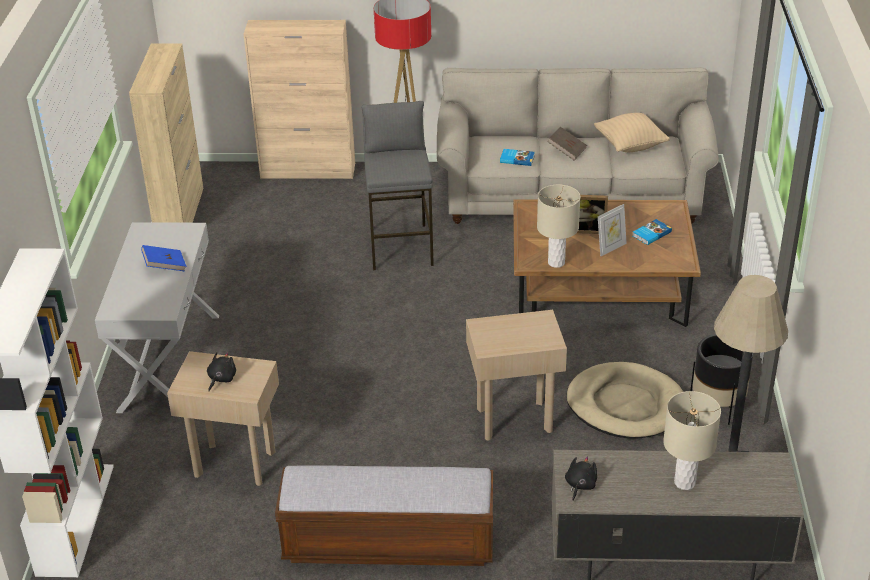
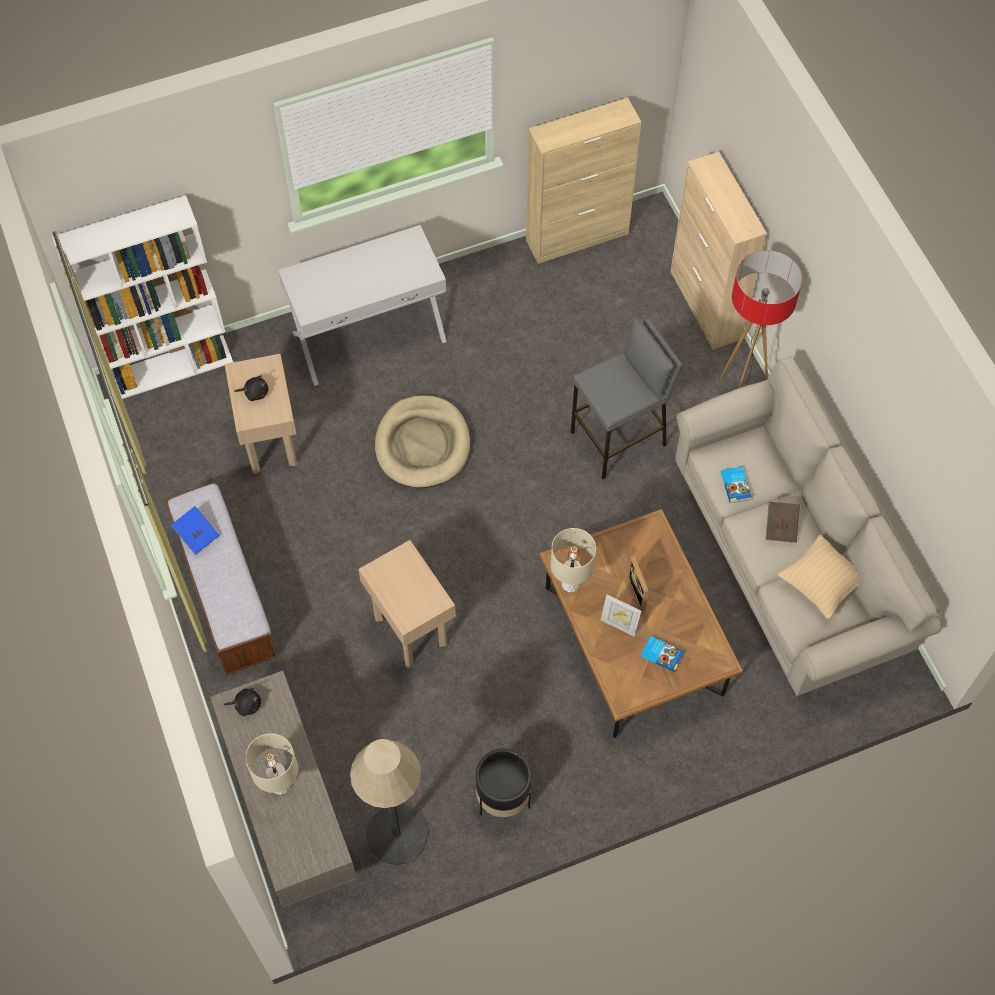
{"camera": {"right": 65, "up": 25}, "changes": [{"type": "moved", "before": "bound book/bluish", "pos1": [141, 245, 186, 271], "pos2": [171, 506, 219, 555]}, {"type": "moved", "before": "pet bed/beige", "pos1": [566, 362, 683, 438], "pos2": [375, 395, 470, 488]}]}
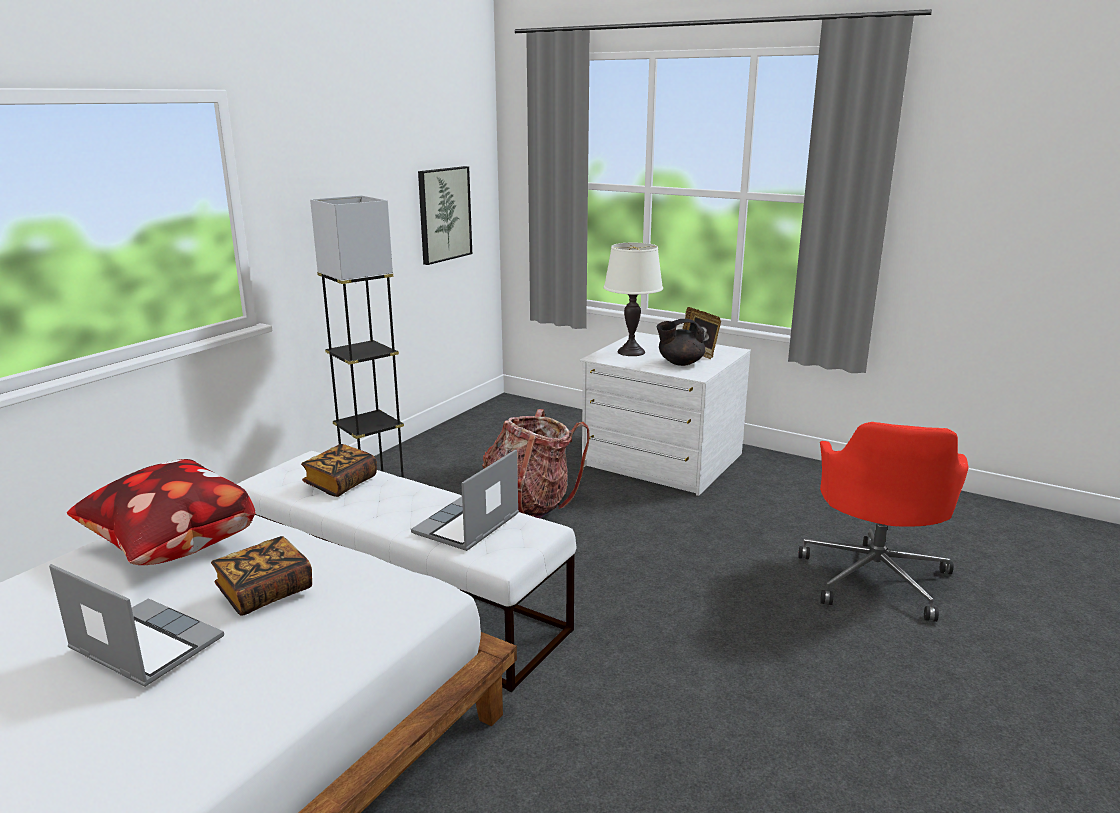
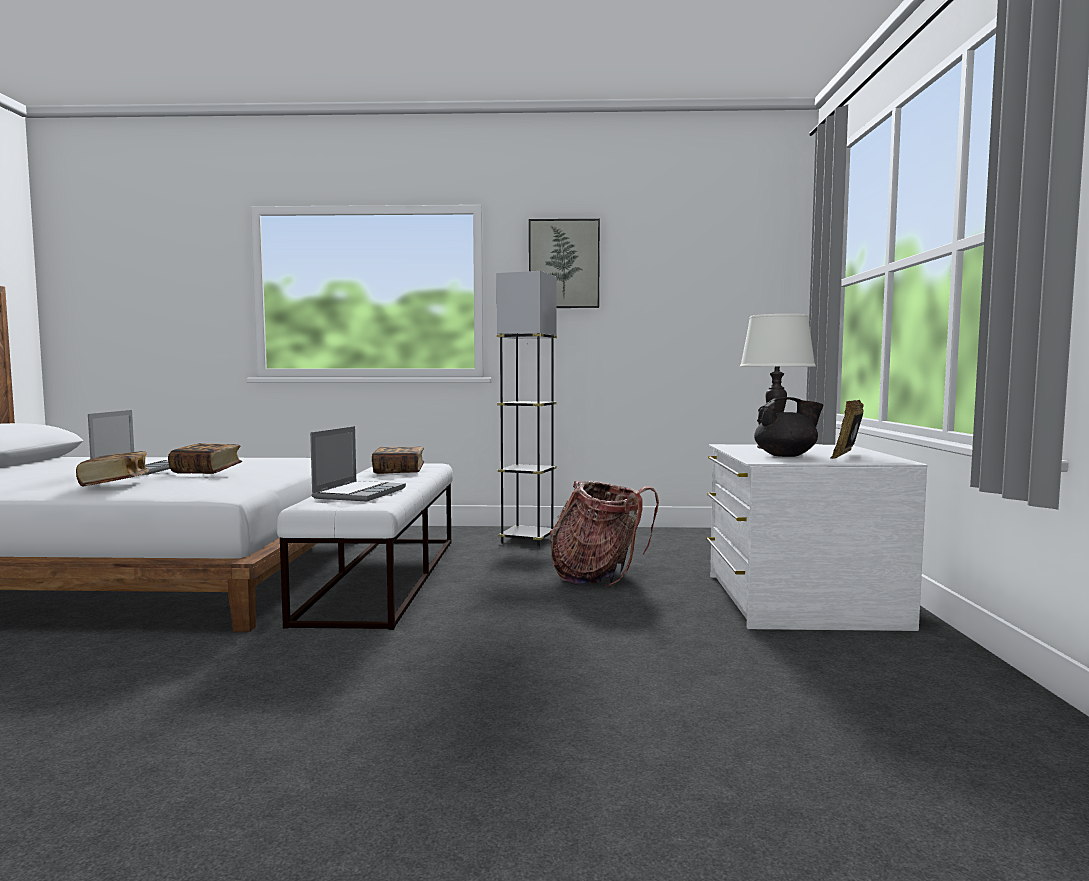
{"camera": {"right": 60, "up": -15}, "changes": [{"type": "moved", "before": "wall picture", "pos1": [418, 166, 472, 265], "pos2": [529, 219, 600, 308]}, {"type": "turned", "before": "teapot/black", "pos1": [657, 319, 705, 366], "pos2": [754, 397, 824, 457], "turn": 135}, {"type": "removed", "before": "computer chair/red", "pos1": [798, 422, 969, 622]}, {"type": "turned", "before": "portable computer", "pos1": [411, 449, 519, 551], "pos2": [310, 426, 406, 501], "turn": 105}, {"type": "removed", "before": "pillow", "pos1": [67, 459, 255, 565]}, {"type": "added", "after": "bound book", "pos2": [76, 451, 149, 486]}]}
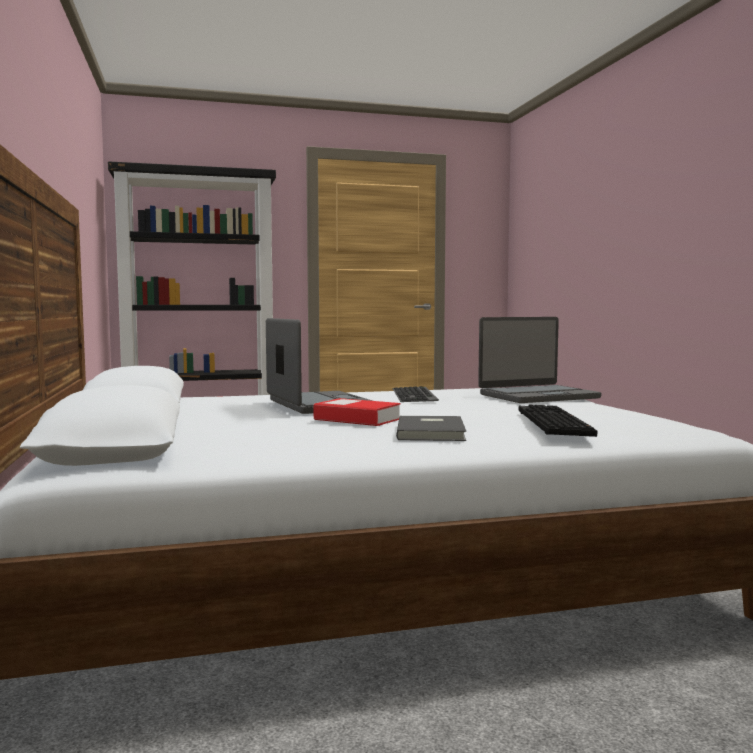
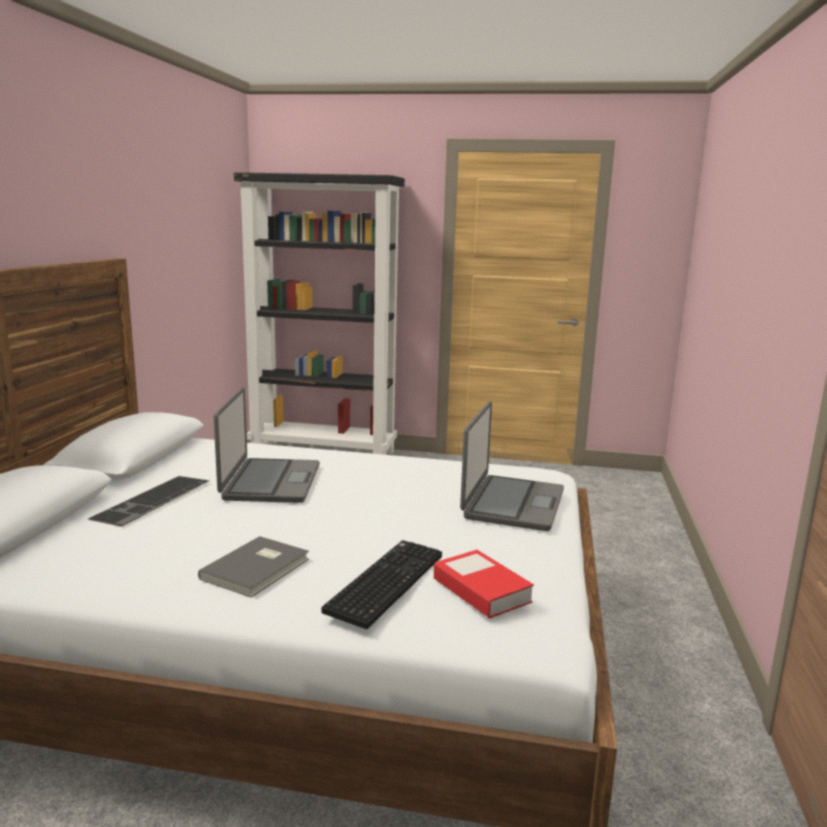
{"camera": {"right": 25, "up": 10}, "changes": [{"type": "turned", "before": "portable computer", "pos1": [478, 317, 601, 403], "pos2": [460, 401, 564, 531], "turn": -75}, {"type": "moved", "before": "computer keyboard", "pos1": [392, 386, 439, 402], "pos2": [88, 476, 210, 527]}, {"type": "moved", "before": "bound book", "pos1": [314, 398, 400, 426], "pos2": [434, 550, 534, 619]}]}
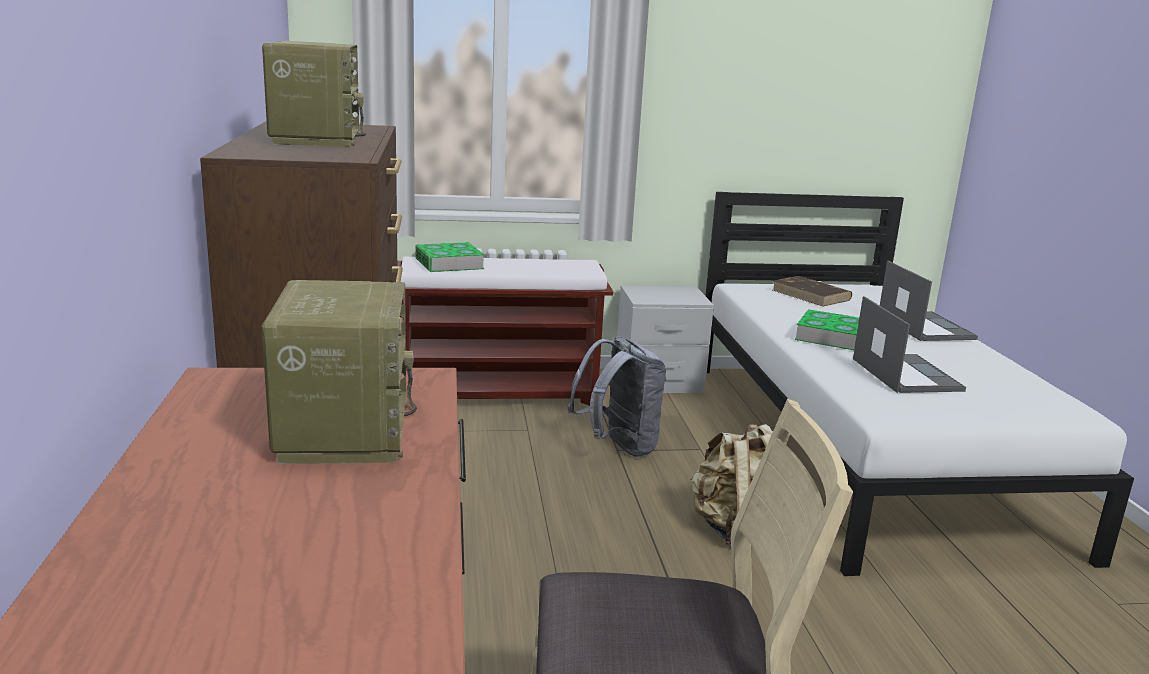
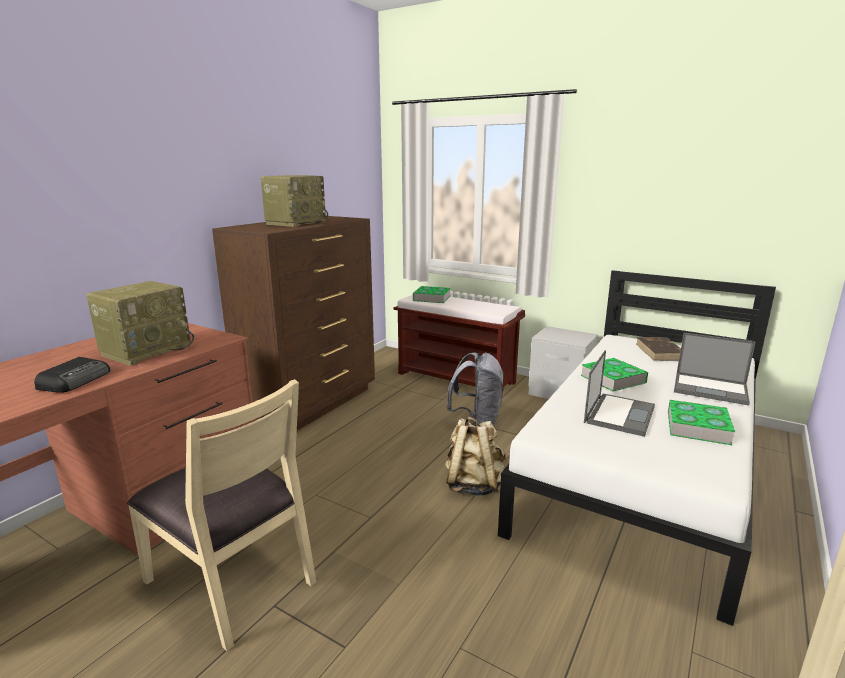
{"camera": {"right": 40, "up": 0}, "changes": [{"type": "turned", "before": "portable computer", "pos1": [880, 261, 978, 341], "pos2": [674, 333, 755, 405], "turn": 90}, {"type": "added", "after": "radio receiver", "pos2": [34, 357, 111, 393]}, {"type": "added", "after": "bound book", "pos2": [668, 400, 735, 445]}]}
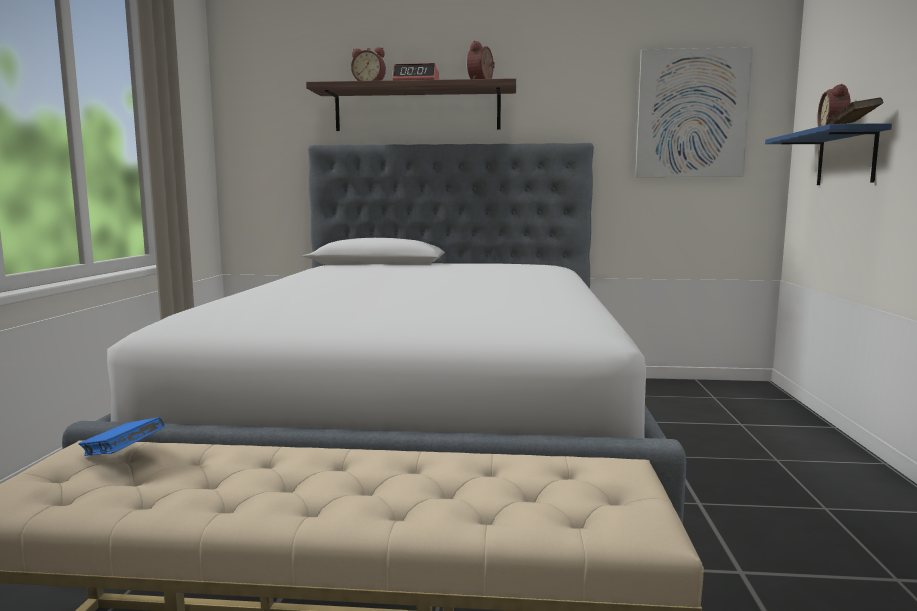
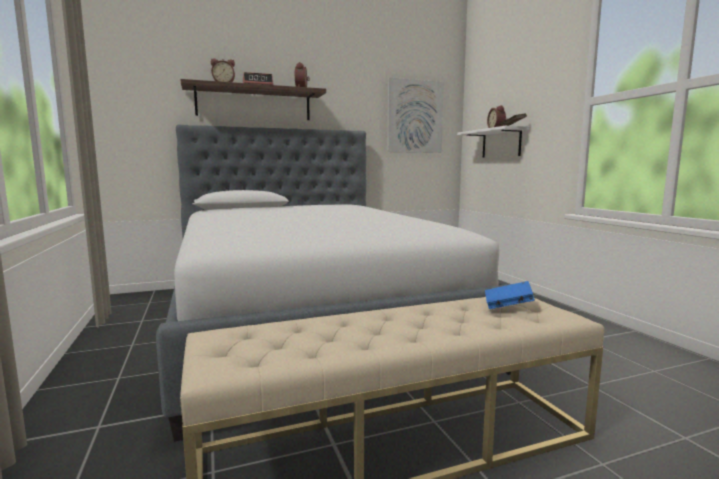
{"camera": {"right": -25, "up": 0}, "changes": [{"type": "recoloured", "before": "bracket shelf/bluish", "after": "bracket shelf/whitish", "pos1": [765, 123, 892, 185], "pos2": [457, 126, 530, 158]}, {"type": "moved", "before": "bound book/bluish", "pos1": [79, 417, 165, 456], "pos2": [485, 281, 535, 309]}]}
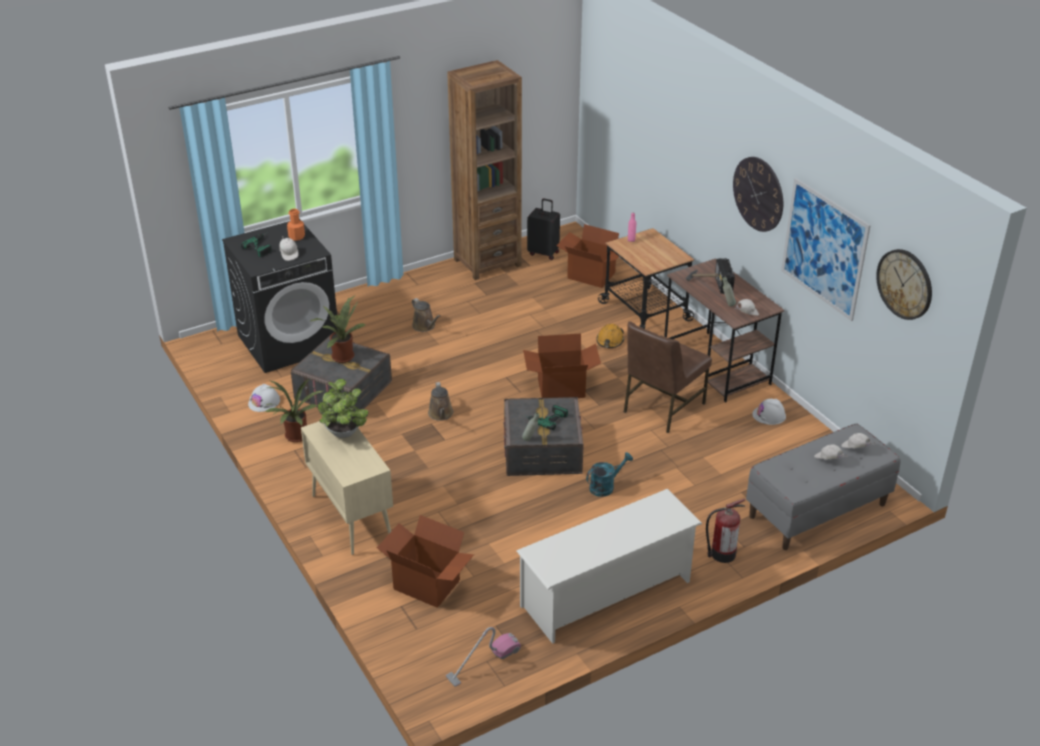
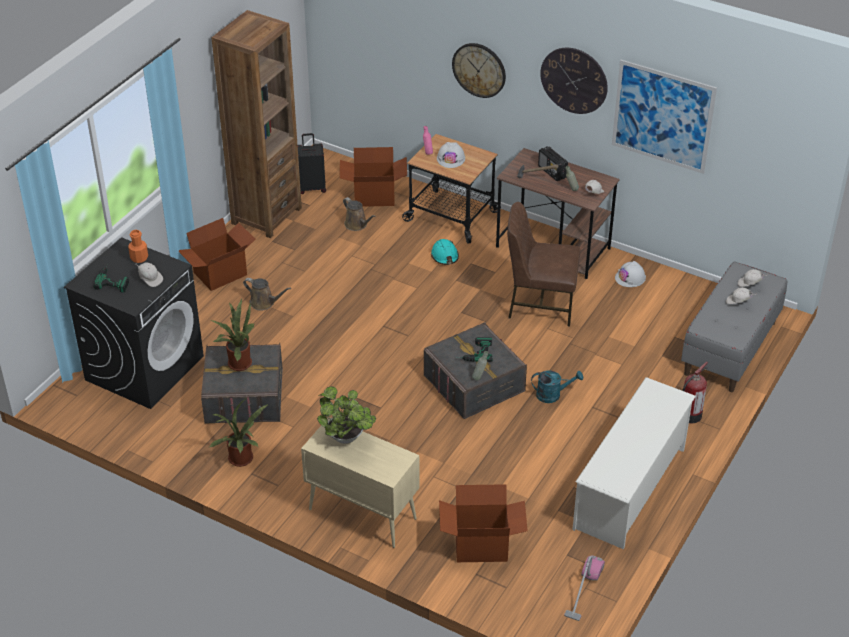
{"camera": {"right": -30, "up": 5}, "changes": [{"type": "moved", "before": "wall clock", "pos1": [876, 249, 932, 320], "pos2": [452, 43, 506, 98]}, {"type": "turned", "before": "plain chair/brown-coloured", "pos1": [624, 321, 712, 433], "pos2": [507, 202, 580, 327], "turn": 90}, {"type": "recoloured", "before": "hard hat/orangey", "after": "hard hat/turquoise", "pos1": [596, 324, 624, 348], "pos2": [431, 239, 459, 265]}, {"type": "moved", "before": "packing box", "pos1": [523, 333, 601, 398], "pos2": [178, 218, 256, 291]}, {"type": "moved", "before": "watering pot/brown-coloured", "pos1": [428, 382, 454, 421], "pos2": [343, 197, 376, 231]}, {"type": "moved", "before": "hard hat/whitish", "pos1": [248, 384, 280, 412], "pos2": [437, 142, 465, 168]}, {"type": "turned", "before": "watering pot/turquoise", "pos1": [586, 452, 633, 497], "pos2": [531, 371, 583, 403], "turn": 60}]}
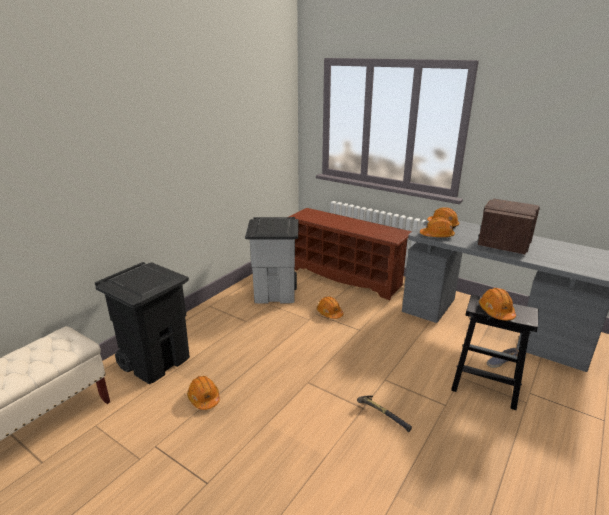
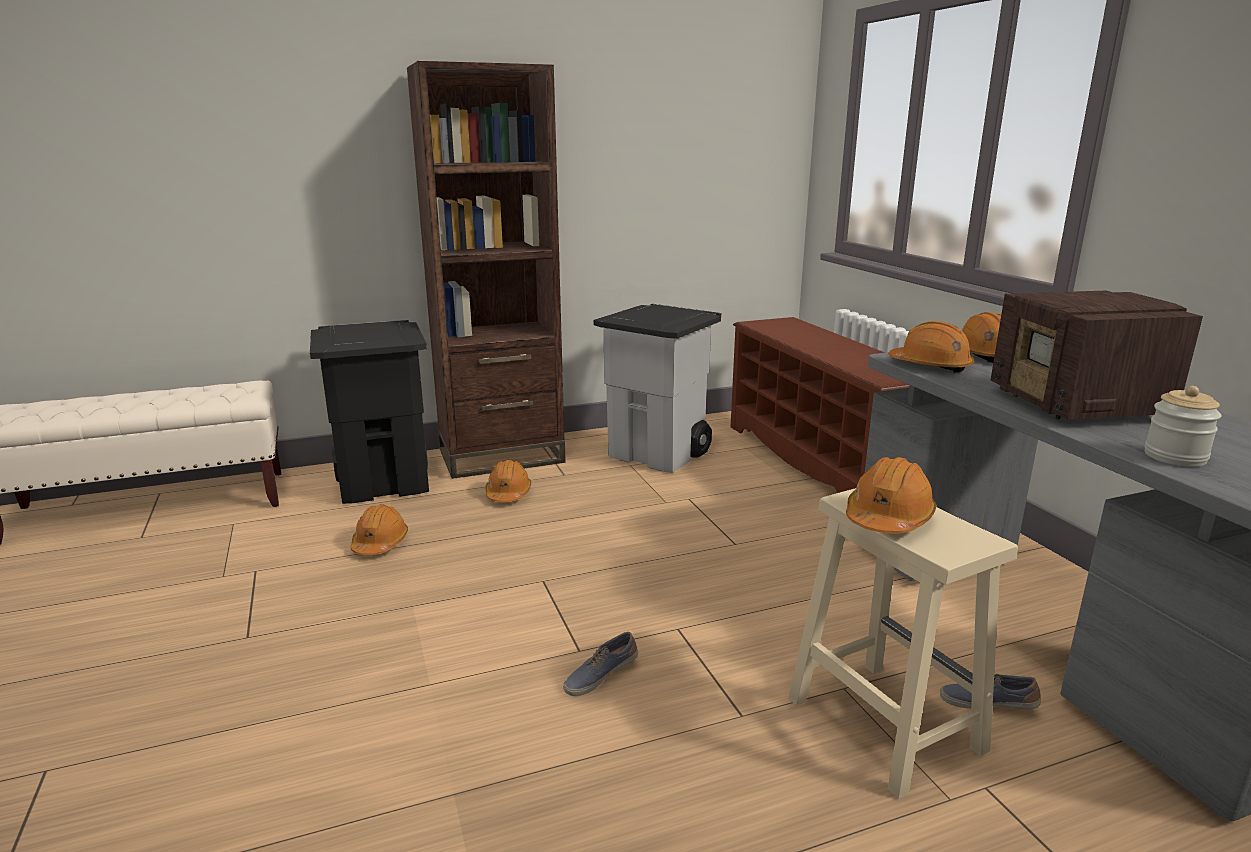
{"camera": {"right": 35, "up": -5}, "changes": [{"type": "turned", "before": "radio receiver", "pos1": [478, 198, 540, 254], "pos2": [990, 291, 1203, 420], "turn": -75}, {"type": "recoloured", "before": "sitting stool/black", "after": "sitting stool/beige", "pos1": [451, 295, 539, 410], "pos2": [788, 488, 1018, 799]}, {"type": "moved", "before": "hard hat/orangey", "pos1": [317, 296, 344, 319], "pos2": [485, 460, 531, 502]}, {"type": "replaced", "before": "hammer", "after": "item of footwear", "pos1": [357, 396, 412, 432], "pos2": [563, 632, 638, 696]}, {"type": "added", "after": "bookshelf/brown-coloured", "pos2": [407, 61, 566, 479]}, {"type": "added", "after": "storage jar", "pos2": [1144, 386, 1221, 467]}]}
